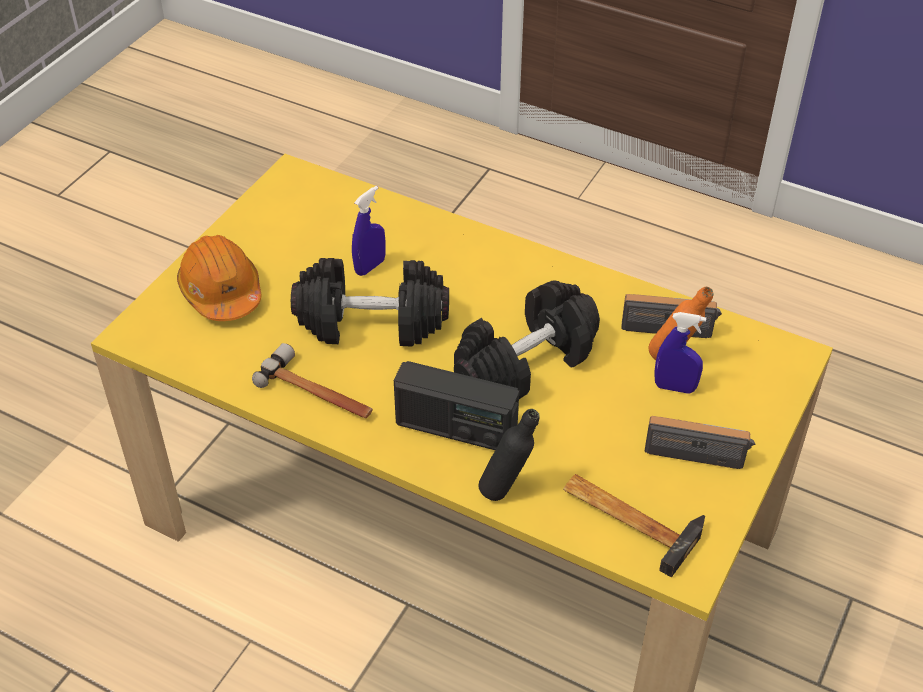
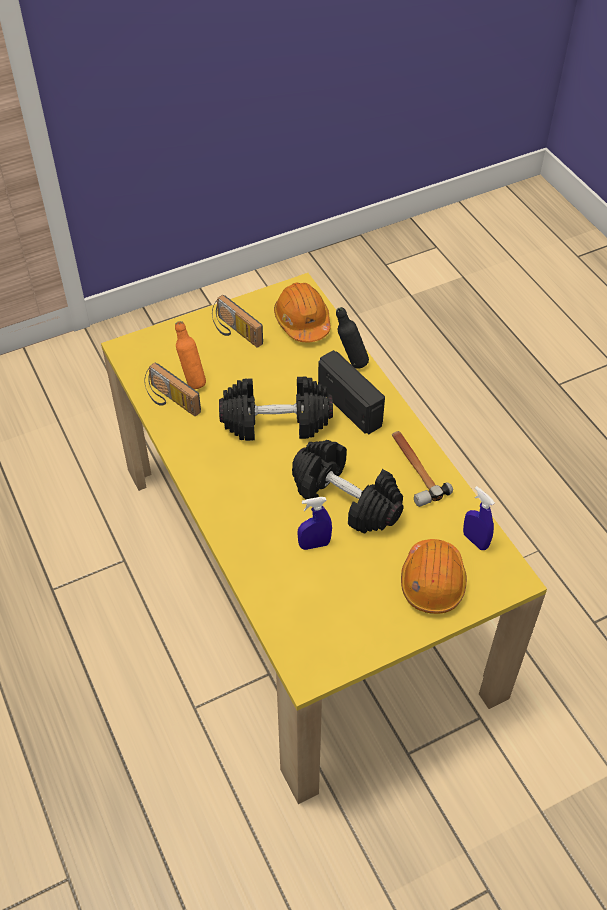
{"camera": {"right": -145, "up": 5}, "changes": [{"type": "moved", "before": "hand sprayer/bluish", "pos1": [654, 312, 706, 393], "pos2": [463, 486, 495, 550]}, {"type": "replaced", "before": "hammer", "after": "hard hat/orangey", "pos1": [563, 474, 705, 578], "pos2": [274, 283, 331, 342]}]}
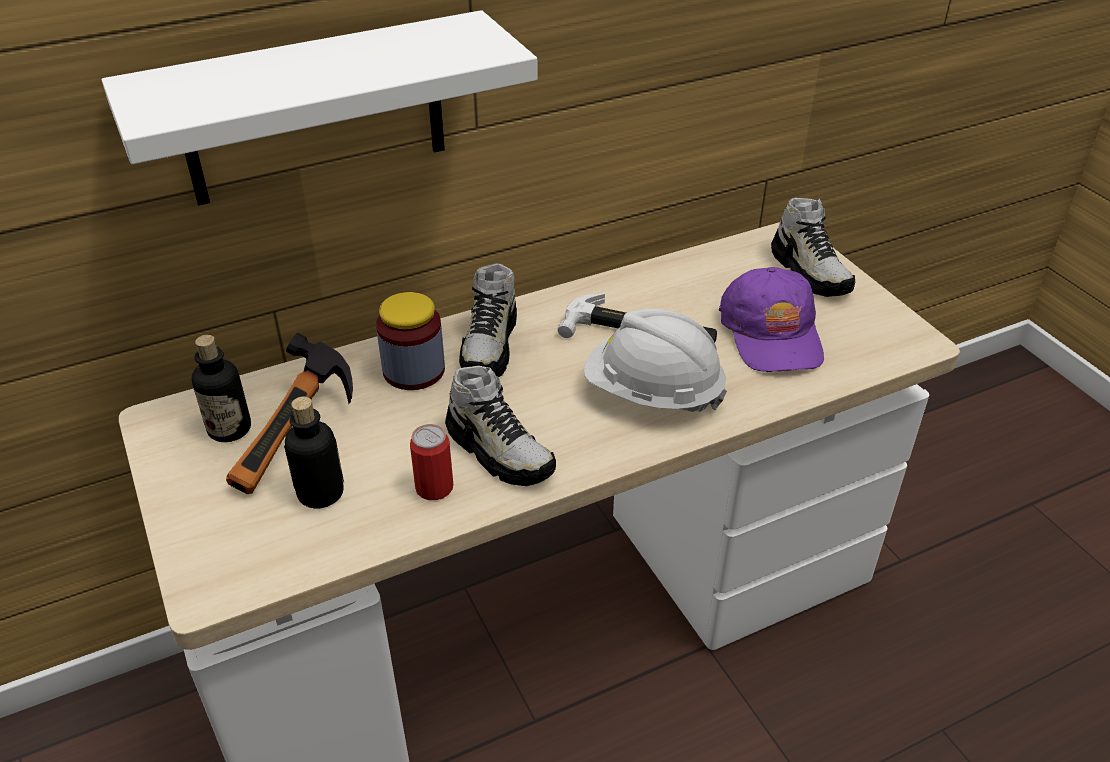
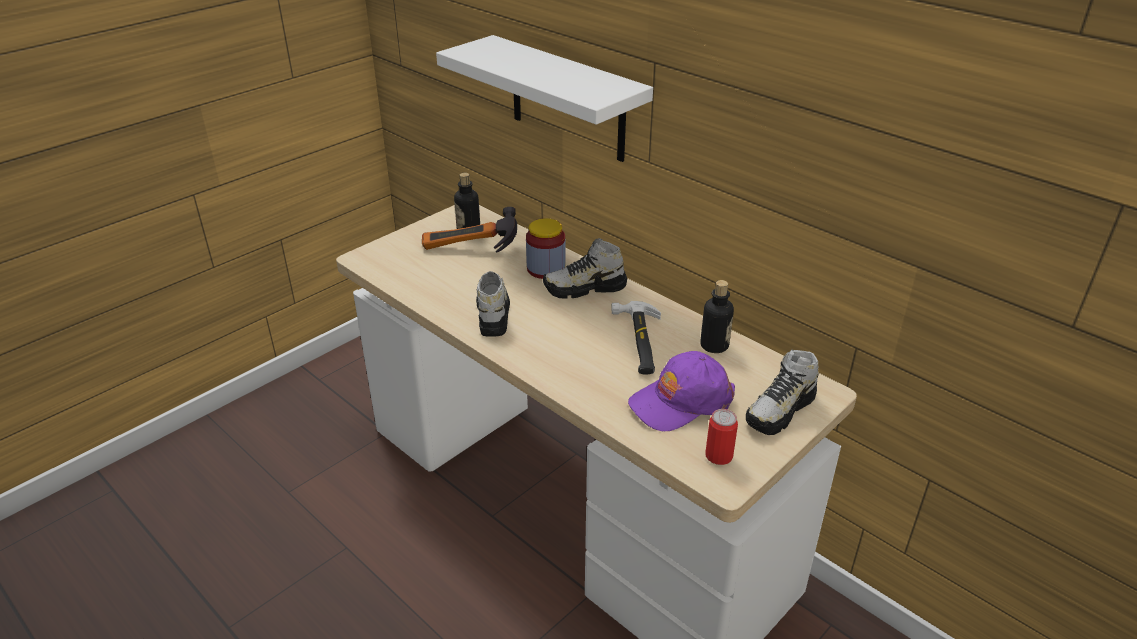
{"camera": {"right": 70, "up": -5}, "changes": [{"type": "removed", "before": "hard hat/whitish", "pos1": [584, 309, 727, 412]}, {"type": "turned", "before": "item of footwear", "pos1": [445, 366, 556, 486], "pos2": [476, 271, 510, 337], "turn": 150}, {"type": "moved", "before": "bottle", "pos1": [284, 397, 344, 508], "pos2": [700, 280, 734, 353]}, {"type": "moved", "before": "sealed can", "pos1": [410, 424, 453, 500], "pos2": [705, 409, 738, 465]}]}
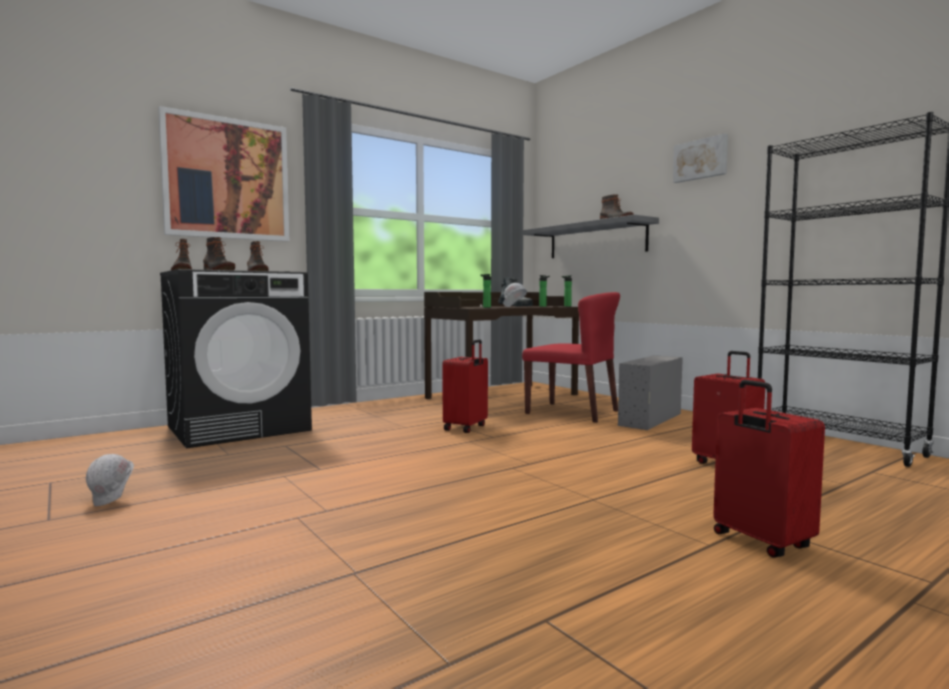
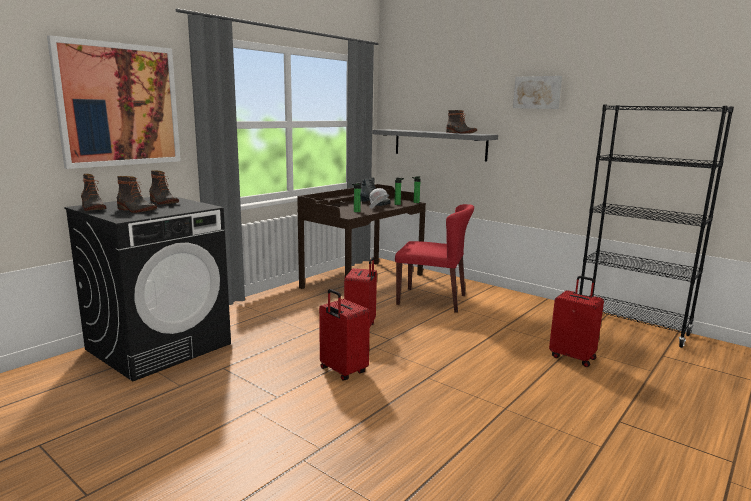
{"camera": {"right": -15, "up": 10}, "changes": [{"type": "removed", "before": "storage box/greyish", "pos1": [618, 355, 683, 430]}, {"type": "moved", "before": "piece of luggage/red", "pos1": [713, 380, 825, 558], "pos2": [319, 289, 370, 381]}, {"type": "removed", "before": "hard hat/whitish", "pos1": [86, 454, 134, 506]}]}
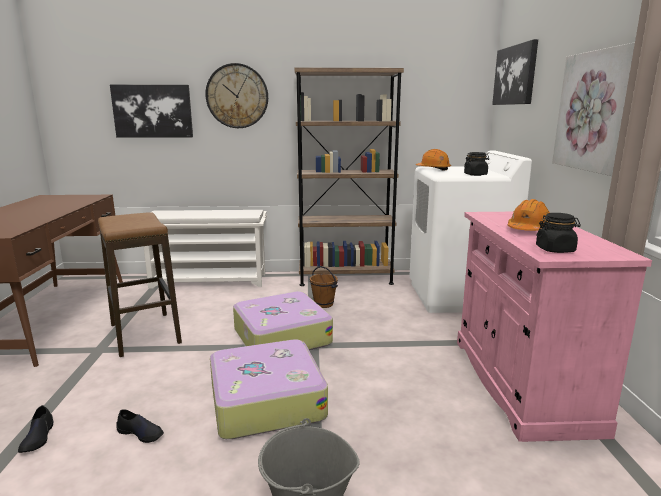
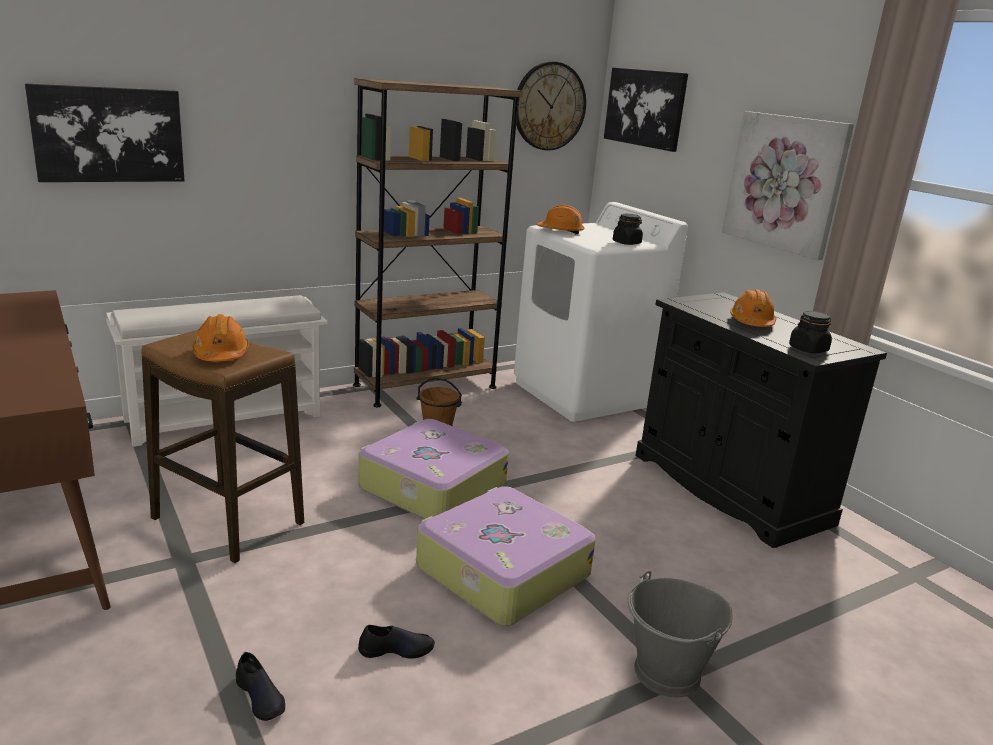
{"camera": {"right": -30, "up": 5}, "changes": [{"type": "moved", "before": "wall clock", "pos1": [205, 63, 268, 128], "pos2": [516, 62, 586, 150]}, {"type": "recoloured", "before": "storage cabinet/pink", "after": "storage cabinet/black", "pos1": [457, 212, 652, 442], "pos2": [635, 292, 887, 548]}, {"type": "added", "after": "hard hat/orangey", "pos2": [192, 314, 249, 362]}]}
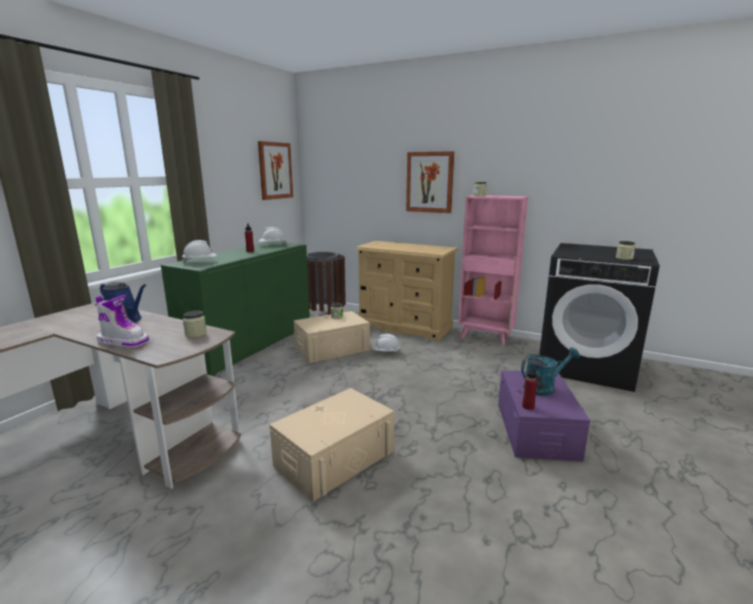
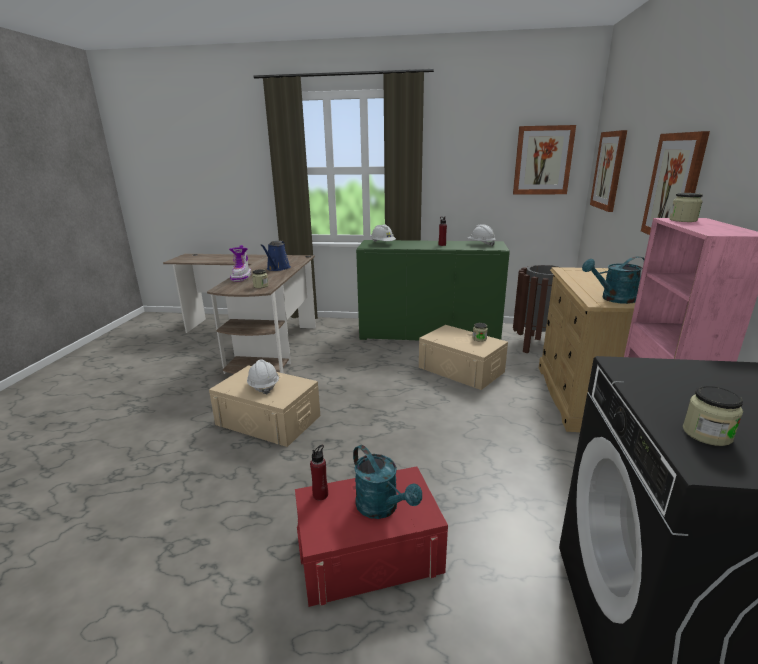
{"camera": {"right": 70, "up": 5}, "changes": [{"type": "moved", "before": "hard hat/whitish", "pos1": [372, 334, 401, 352], "pos2": [247, 359, 279, 395]}, {"type": "recoloured", "before": "storage box/purplish", "after": "storage box/red", "pos1": [498, 370, 590, 462], "pos2": [295, 467, 448, 607]}, {"type": "added", "after": "wall picture", "pos2": [590, 130, 627, 212]}, {"type": "added", "after": "watering pot/turquoise", "pos2": [582, 256, 645, 304]}]}
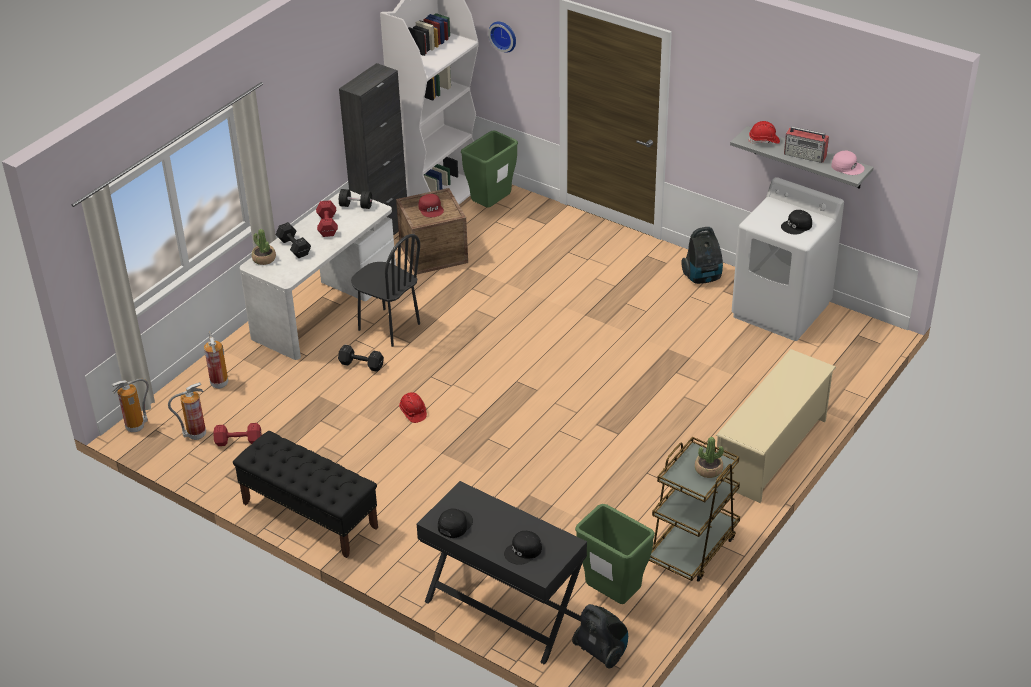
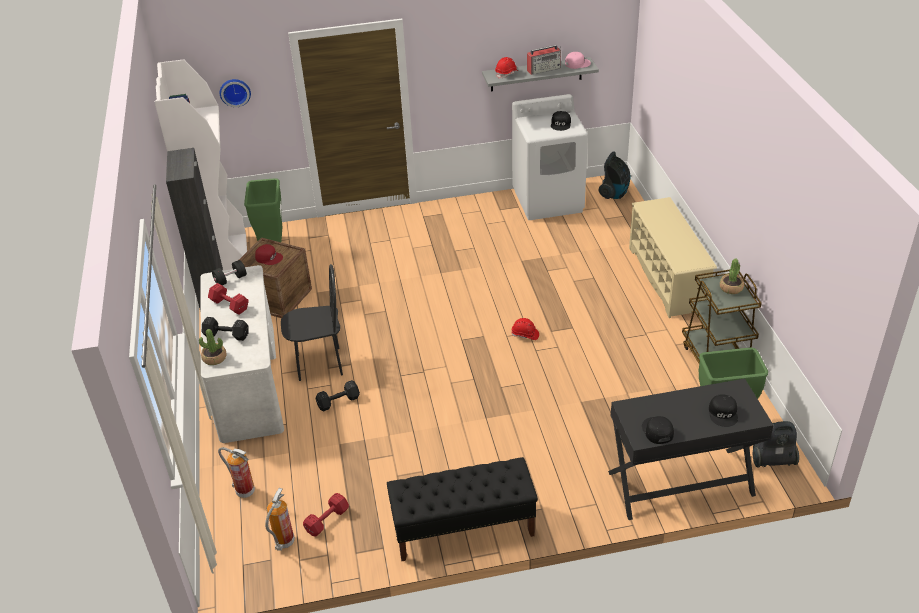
{"camera": {"right": -45, "up": 0}, "changes": [{"type": "moved", "before": "vacuum cleaner", "pos1": [681, 227, 723, 284], "pos2": [598, 152, 631, 199]}, {"type": "removed", "before": "fire-fighting cylinder", "pos1": [112, 378, 149, 432]}, {"type": "moved", "before": "hard hat/red", "pos1": [399, 392, 427, 423], "pos2": [511, 318, 539, 340]}]}
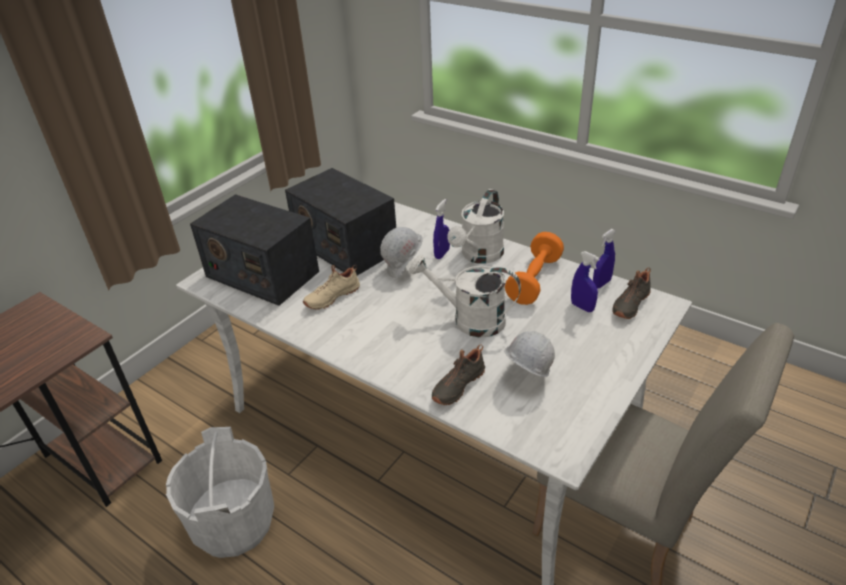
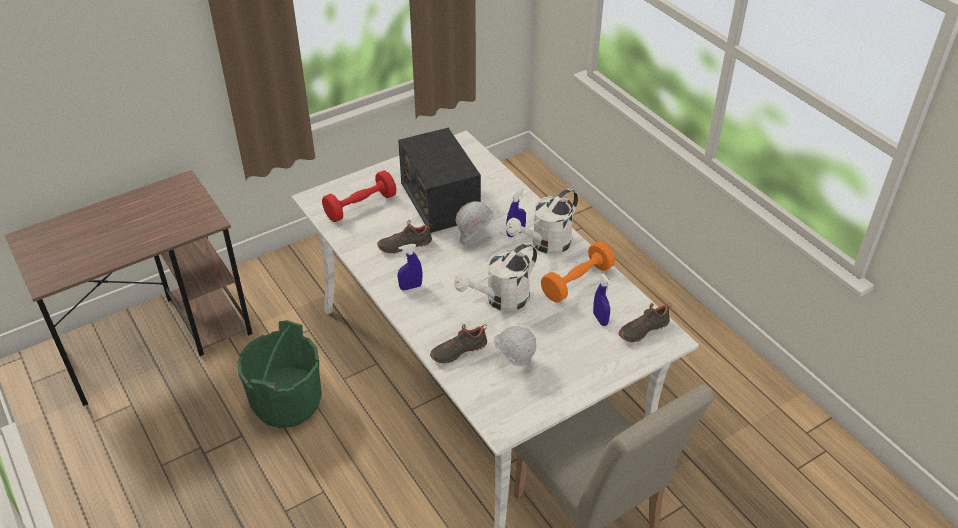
{"camera": {"right": 20, "up": 5}, "changes": [{"type": "replaced", "before": "radio receiver", "after": "free weight/red", "pos1": [190, 194, 319, 306], "pos2": [322, 170, 396, 222]}, {"type": "moved", "before": "hand sprayer/bluish", "pos1": [593, 229, 616, 288], "pos2": [398, 244, 422, 291]}, {"type": "turned", "before": "watering pot/whitish", "pos1": [409, 255, 521, 338], "pos2": [454, 243, 537, 311], "turn": -75}, {"type": "recoloured", "before": "item of footwear/beige", "after": "item of footwear/black", "pos1": [303, 265, 360, 310], "pos2": [377, 220, 432, 254]}, {"type": "recoloured", "before": "water bucket/whitish", "after": "water bucket/green-coloured", "pos1": [166, 427, 274, 558], "pos2": [237, 320, 322, 428]}]}
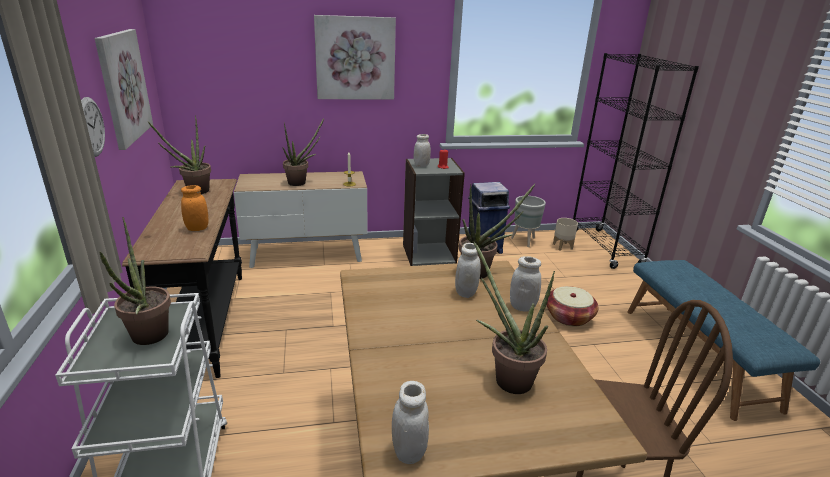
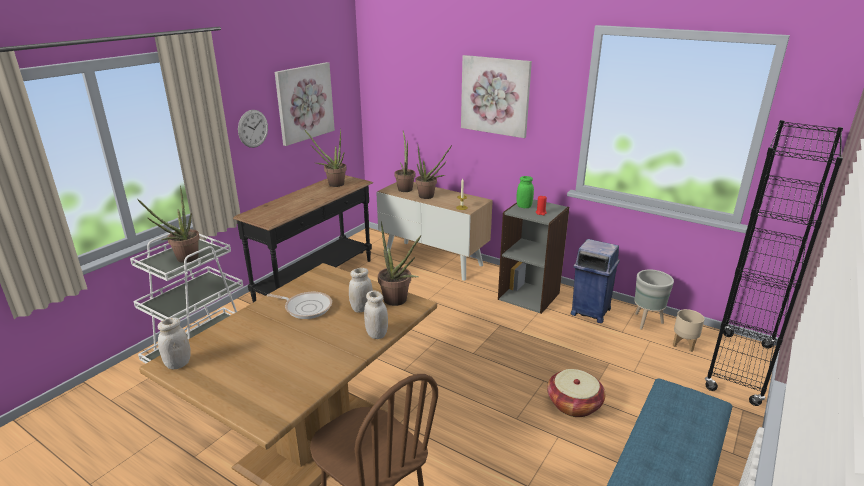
{"camera": {"right": 45, "up": 0}, "changes": [{"type": "recoloured", "before": "storage jar/whitish", "after": "storage jar/green-coloured", "pos1": [414, 134, 431, 167], "pos2": [516, 176, 534, 208]}, {"type": "removed", "before": "storage jar/orangey", "pos1": [181, 185, 208, 231]}, {"type": "moved", "before": "potted plant", "pos1": [473, 241, 555, 394], "pos2": [394, 131, 415, 192]}, {"type": "added", "after": "skillet", "pos2": [267, 292, 332, 319]}]}
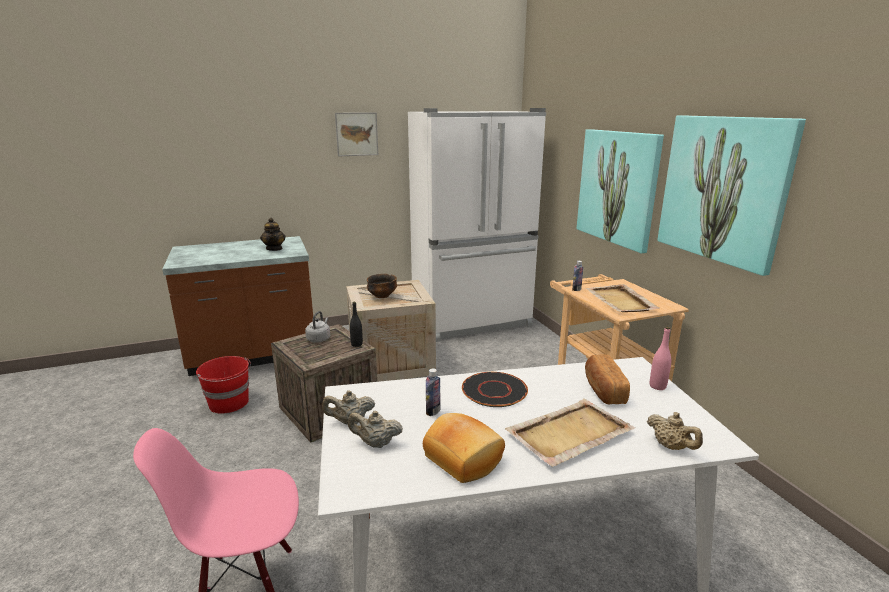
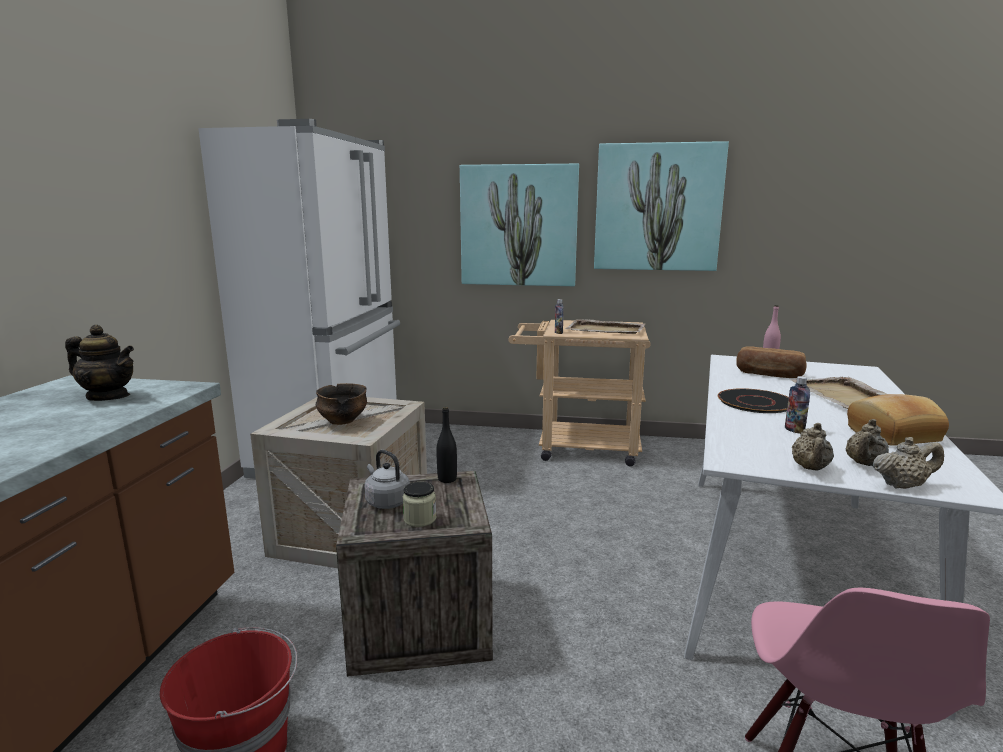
{"camera": {"right": -60, "up": -5}, "changes": [{"type": "removed", "before": "wall picture", "pos1": [335, 112, 378, 157]}, {"type": "moved", "before": "teapot/beige", "pos1": [647, 412, 703, 450], "pos2": [872, 437, 944, 489]}, {"type": "added", "after": "storage jar", "pos2": [402, 482, 436, 527]}]}
